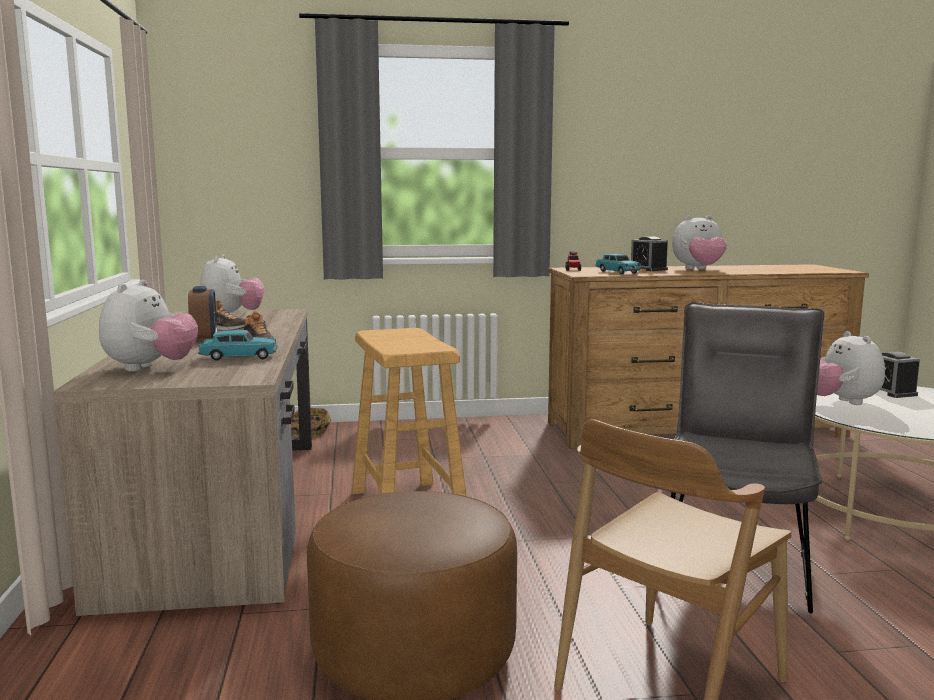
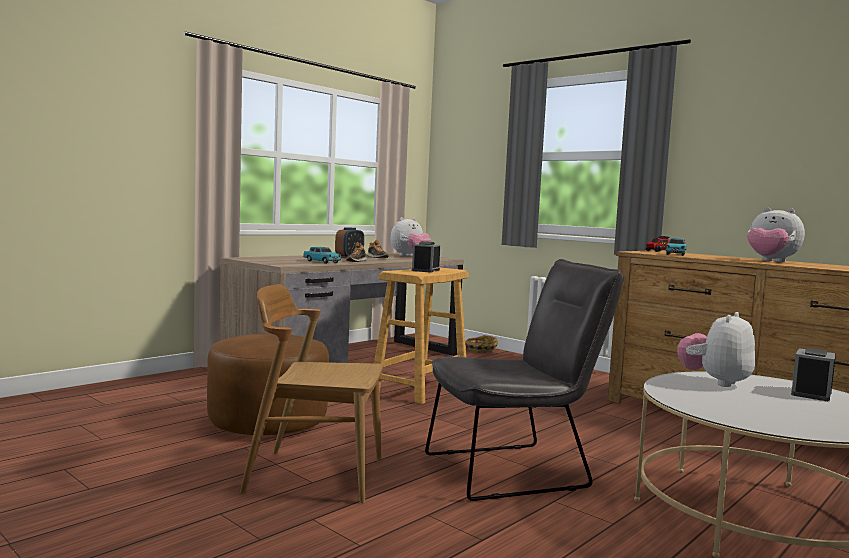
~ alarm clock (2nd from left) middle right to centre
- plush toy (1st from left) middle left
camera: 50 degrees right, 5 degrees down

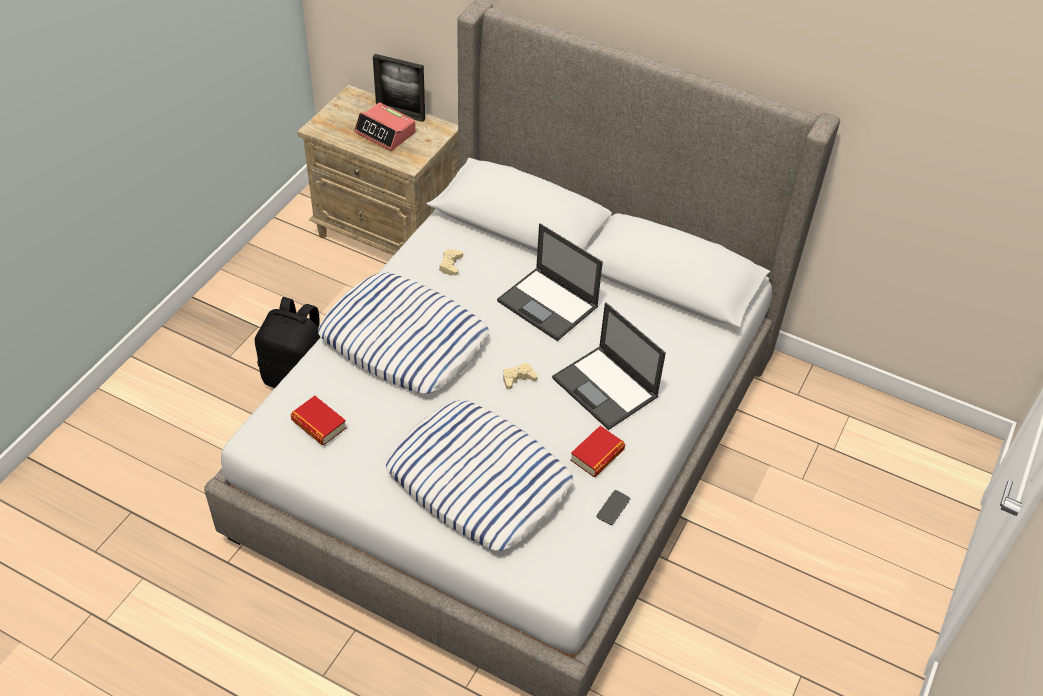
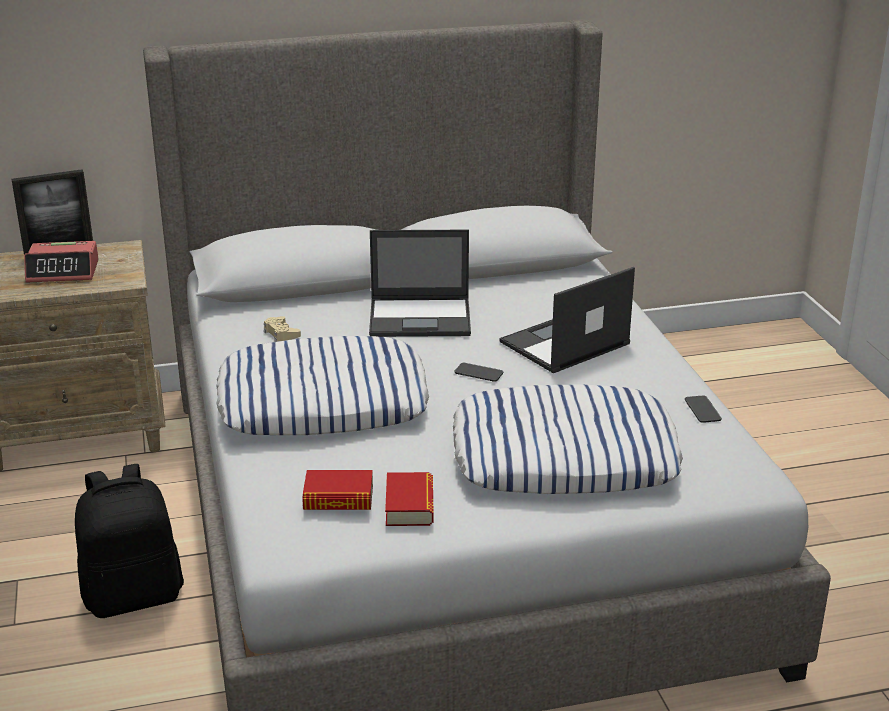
~ laptop (2nd from left) centre = centre 135 degrees clockwise
~ beige game controller (2nd from left) centre to phone (1st from left) centre
~ book (2nd from left) centre to bottom centre
camera: 40 degrees left, 20 degrees down

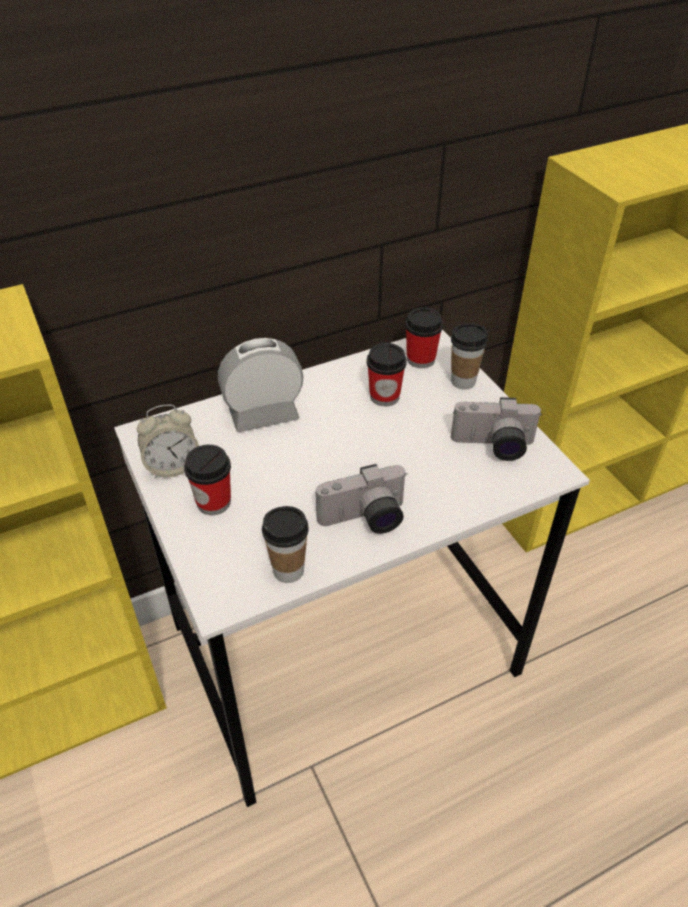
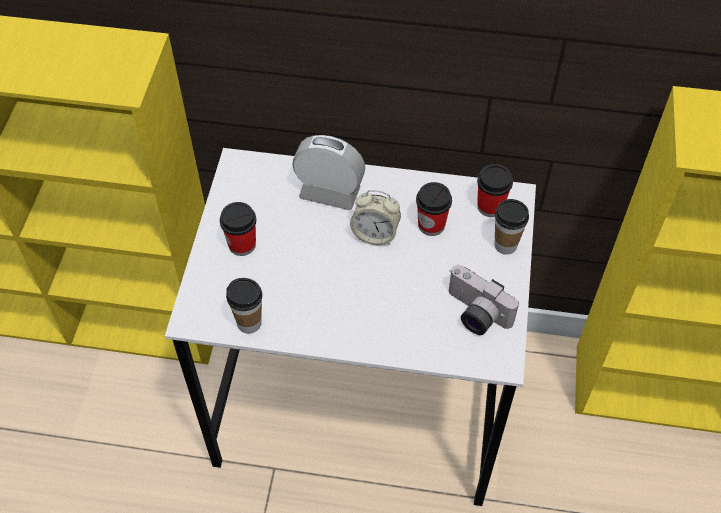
~ alarm clock (1st from left in the first image) middle left to alarm clock (2nd from left) centre
- photo camera (1st from left) centre
camera: 35 degrees right, 10 degrees up

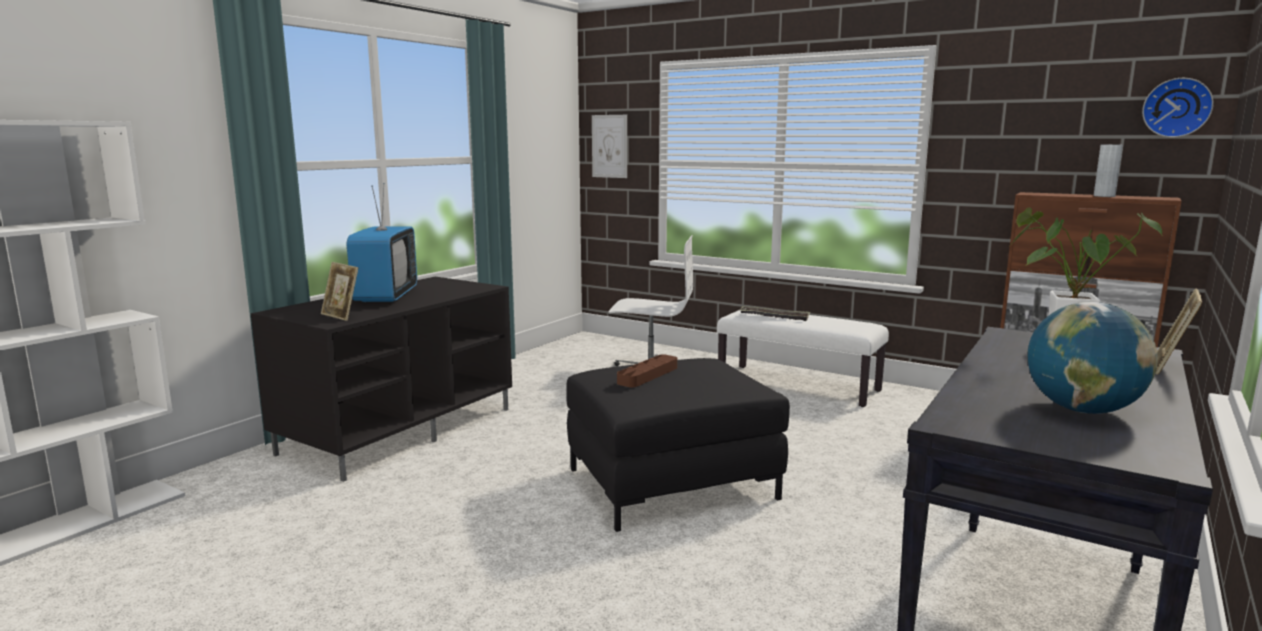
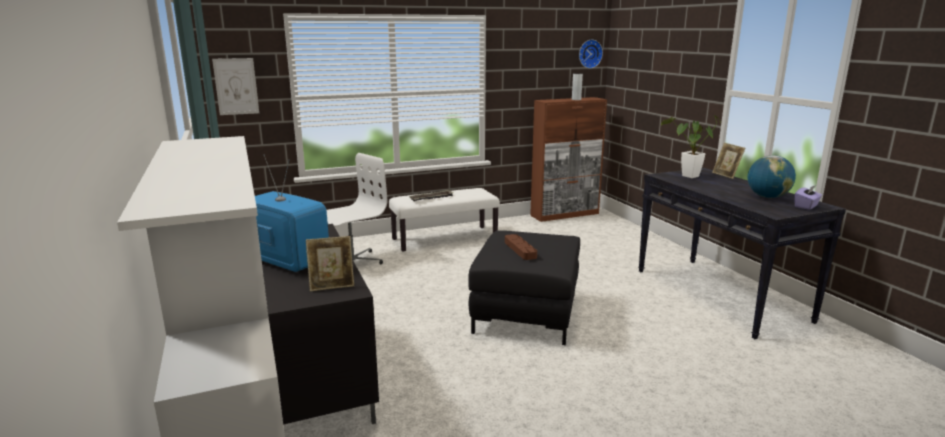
+ purple tissue box middle right
camera: 55 degrees left, 5 degrees up

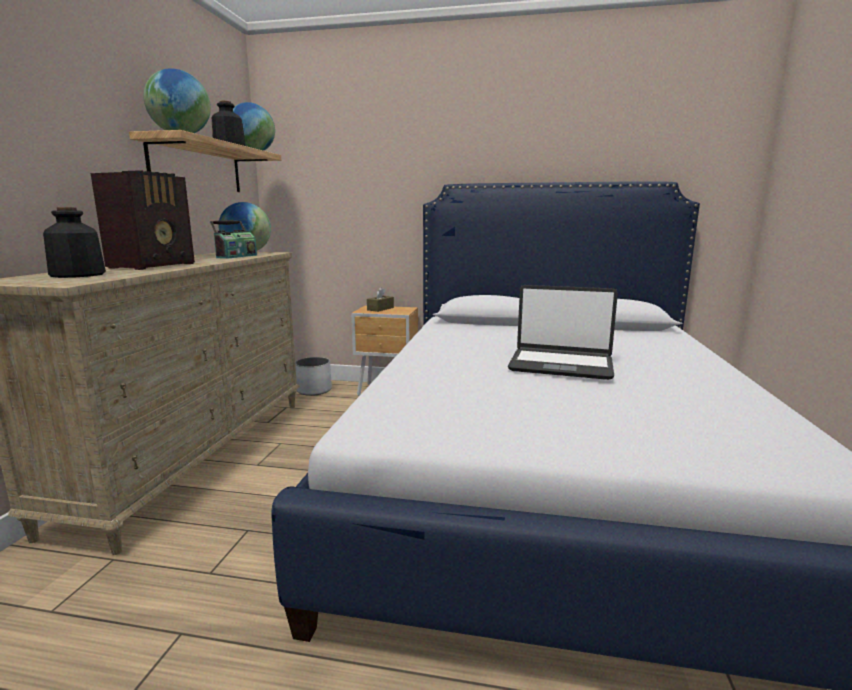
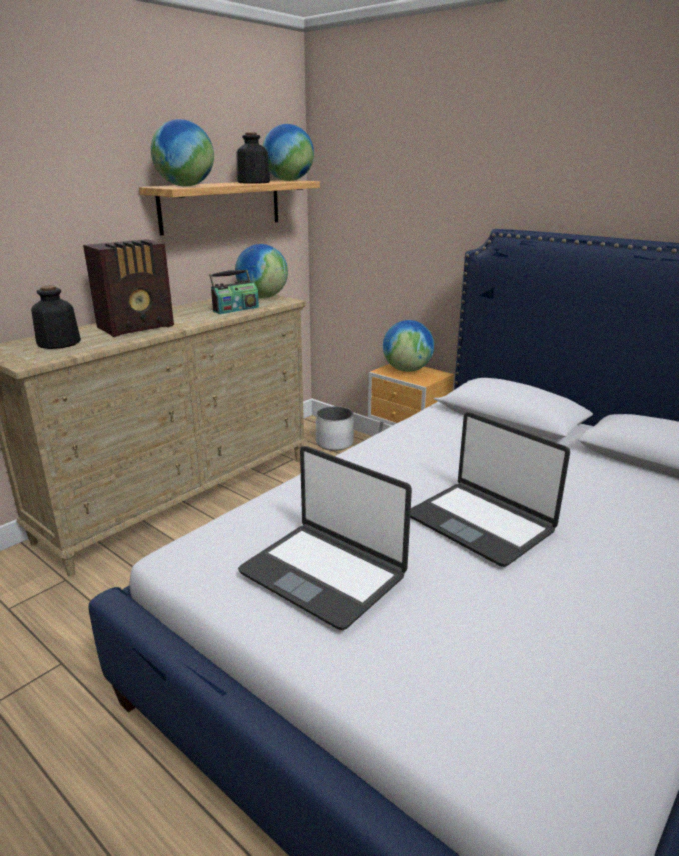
~ brown tissue box centre to globe (4th from left) centre
+ laptop (1st from left) centre
camera: 30 degrees right, 10 degrees up

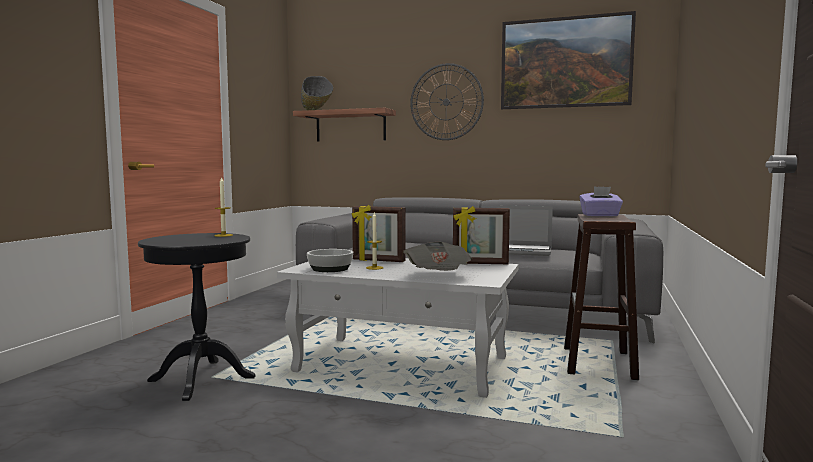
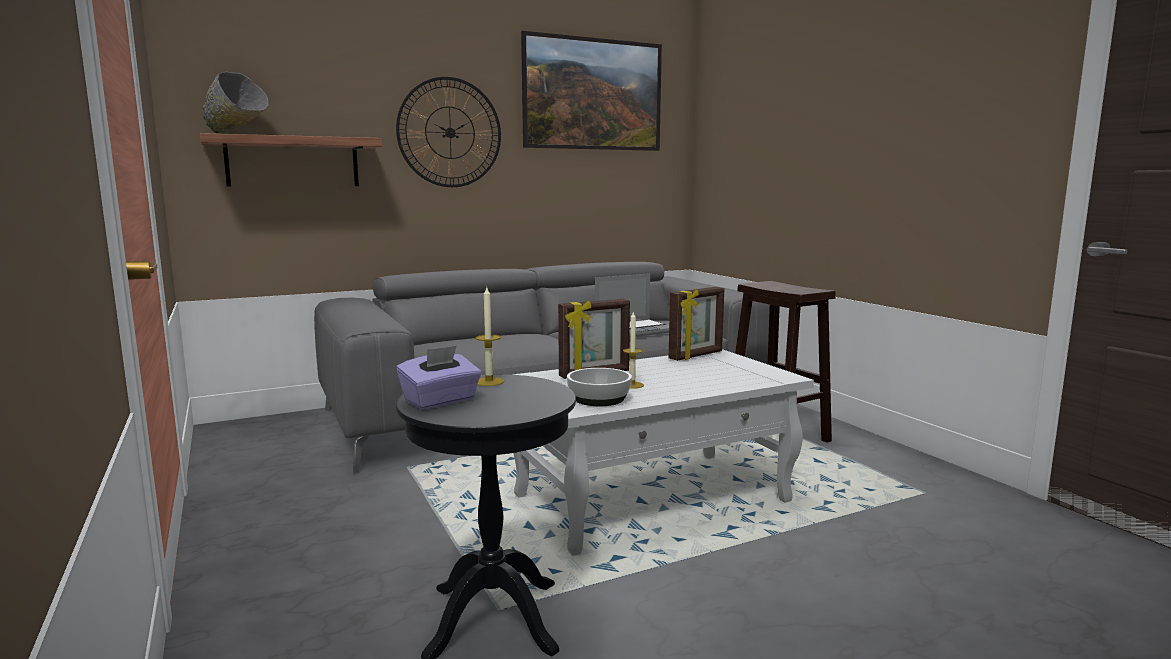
~ purple tissue box middle right to centre
- newspaper centre
camera: 45 degrees left, 5 degrees up

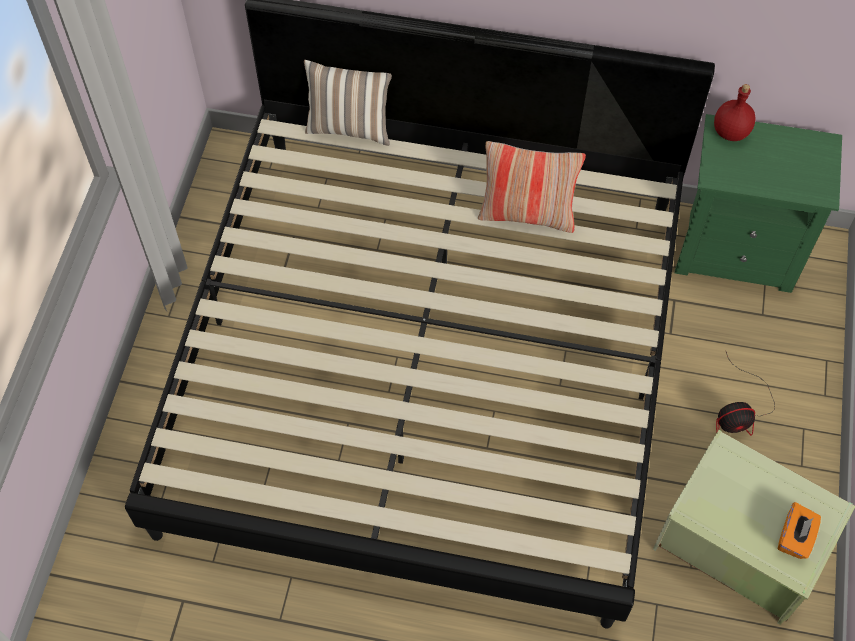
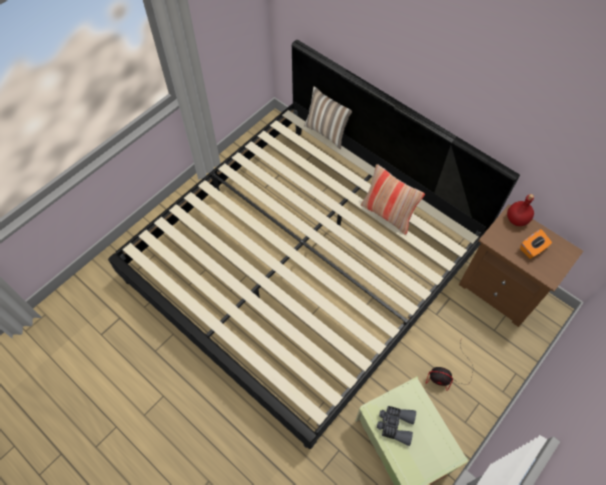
~ green nightstand top right to brown nightstand middle right
~ orange tissue box bottom right to middle right
+ grey binoculars bottom centre
camera: 30 degrees right, 0 degrees up

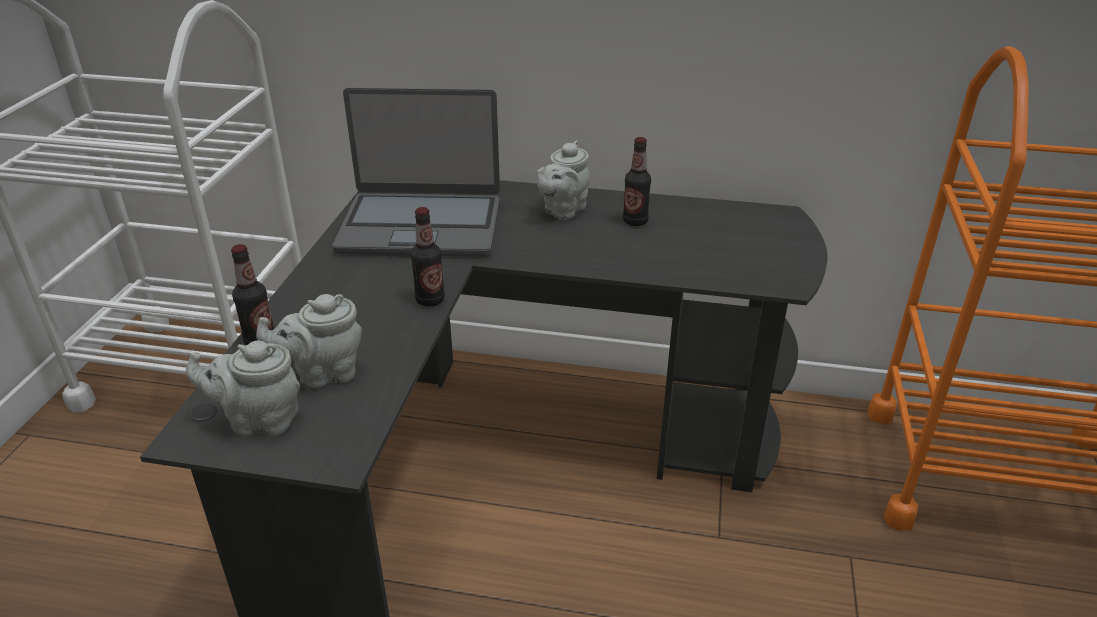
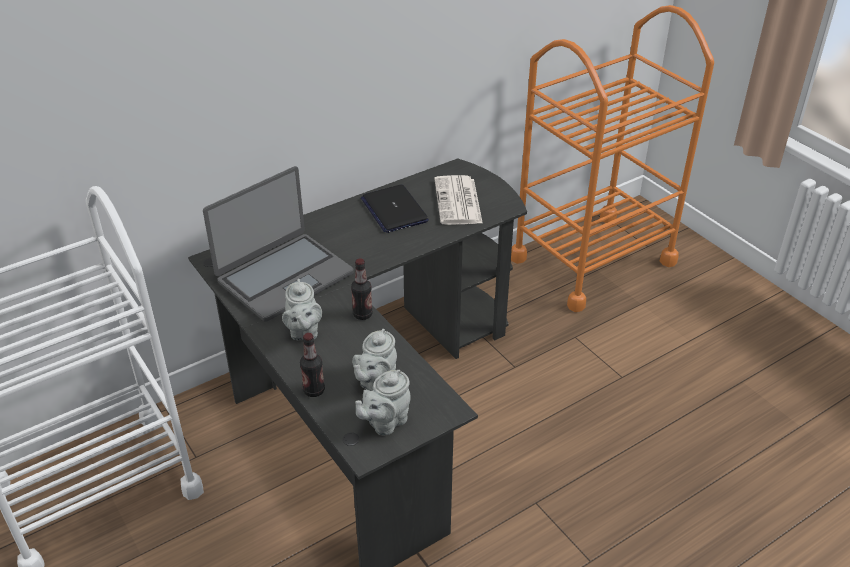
~ bottle (3rd from left) top centre to laptop (2nd from left) centre
~ grey teapot (3rd from left in the first image) top centre to grey teapot (1st from left) centre
+ newspaper centre
camera: 45 degrees left, 5 degrees up

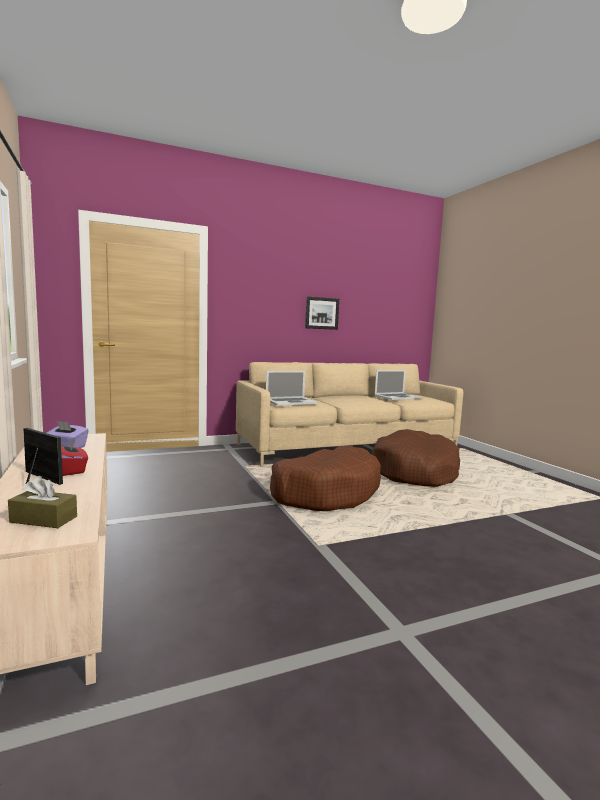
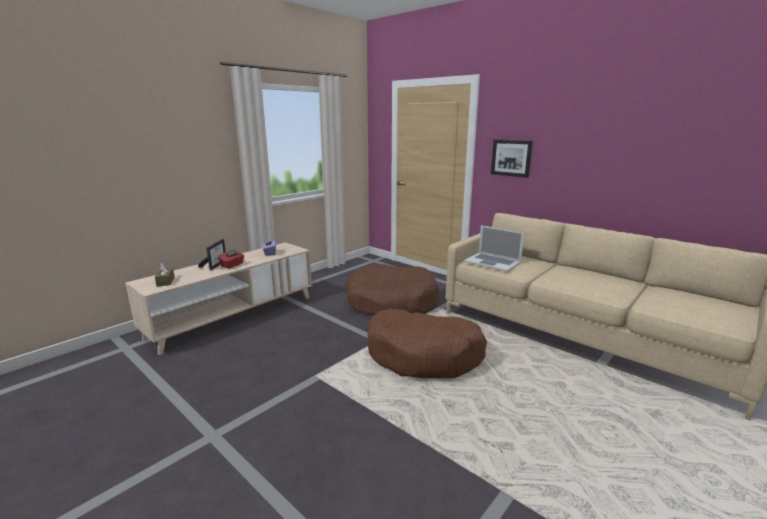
~ picture centre to top right
- laptop (2nd from left) centre
~ brown dog bed (2nd from left in the first image) middle right to brown dog bed (1st from left) centre
camera: 65 degrees right, 10 degrees up

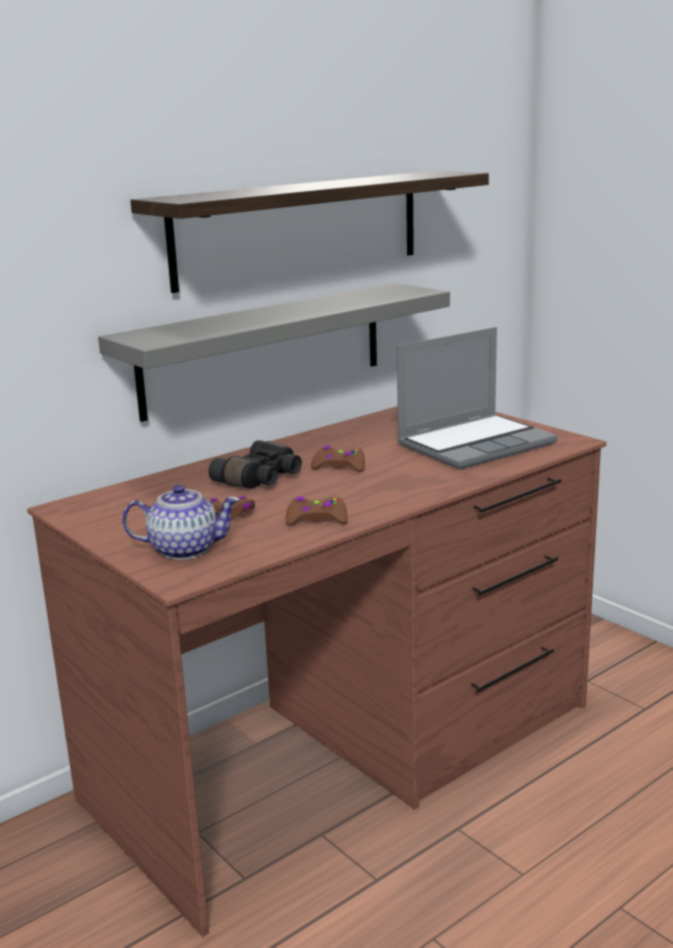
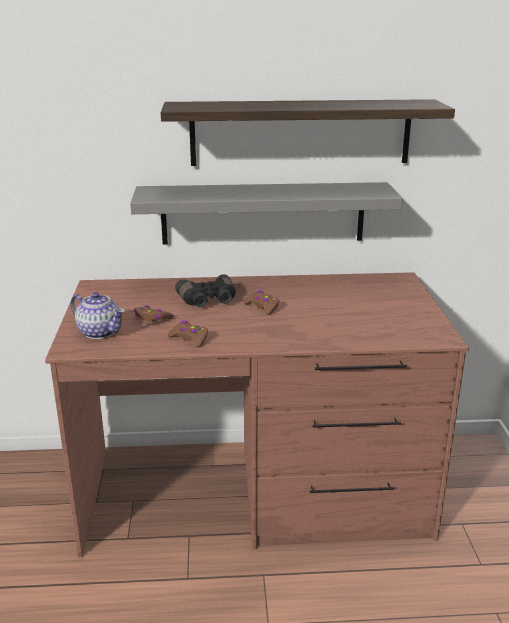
- laptop middle right
camera: 35 degrees right, 5 degrees up

